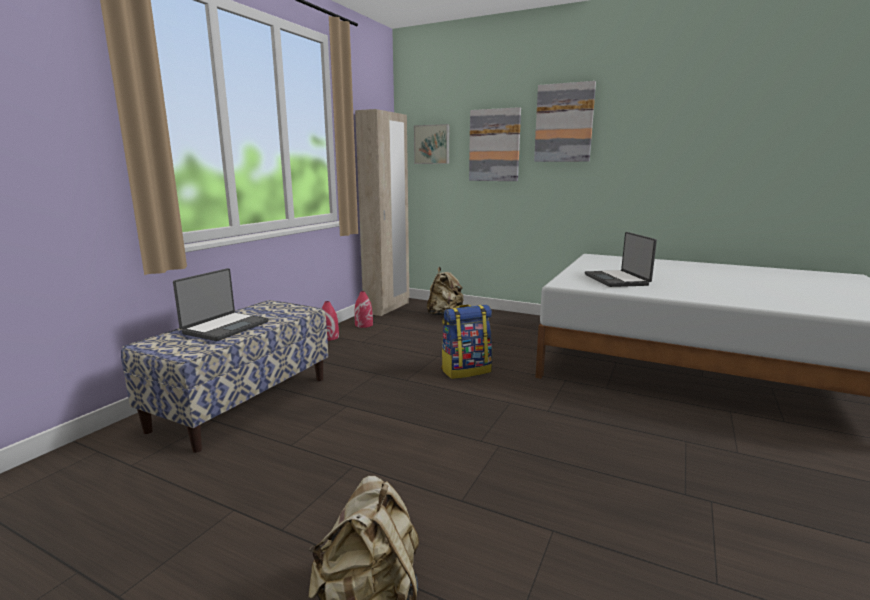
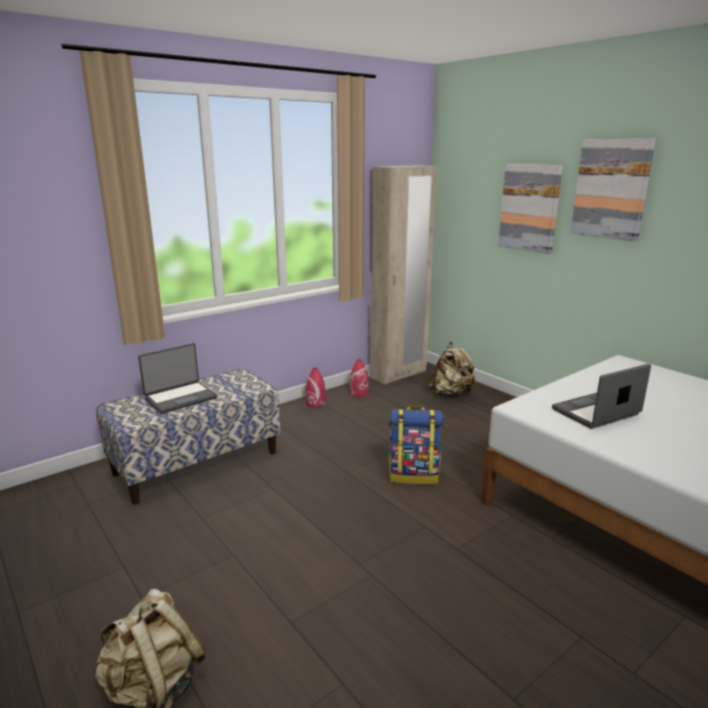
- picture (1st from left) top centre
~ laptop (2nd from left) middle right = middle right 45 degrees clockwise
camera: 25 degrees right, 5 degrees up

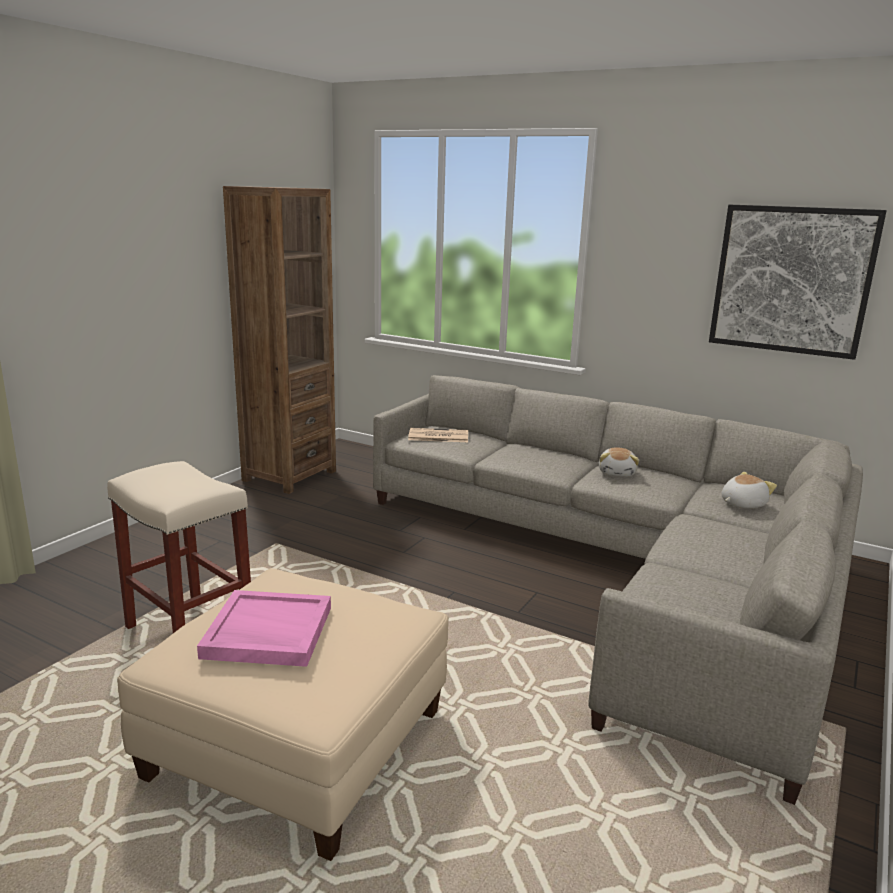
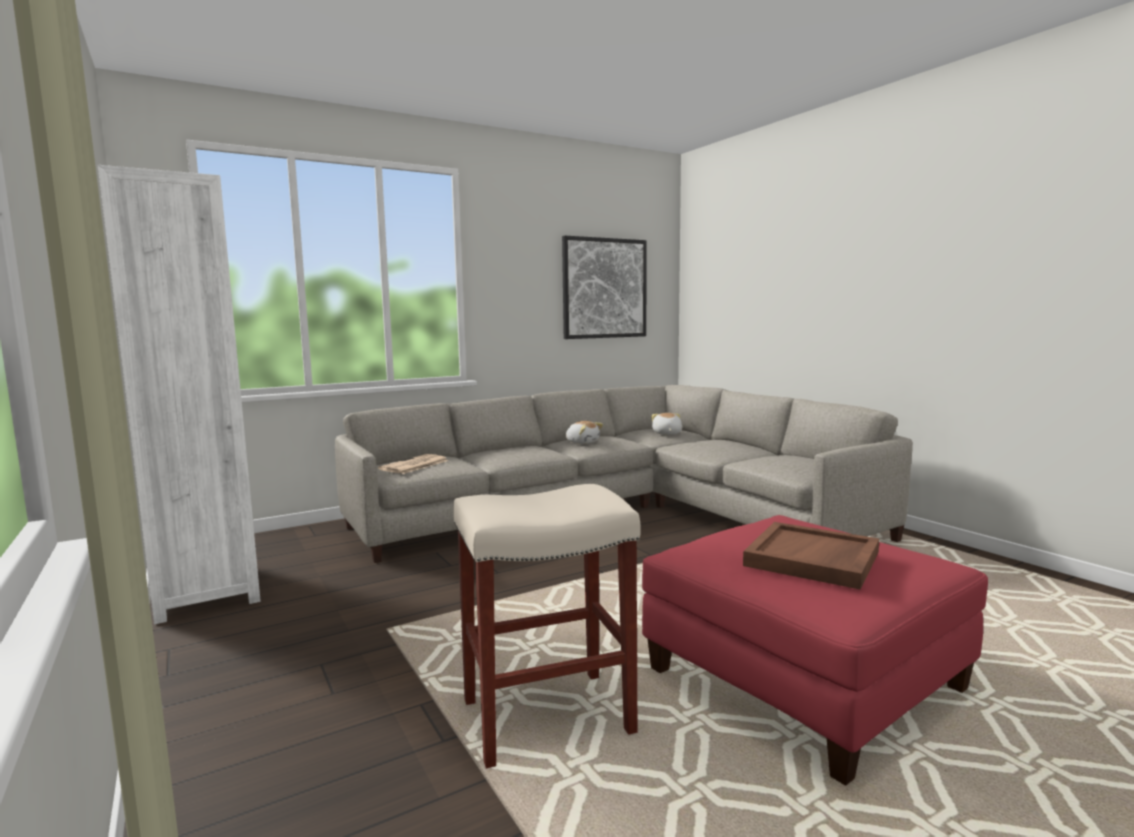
~ brown bookcase middle left to white bookcase middle left
~ beige ottoman bottom left to red ottoman bottom right
~ pink tray bottom left to brown tray middle right
camera: 60 degrees left, 10 degrees down

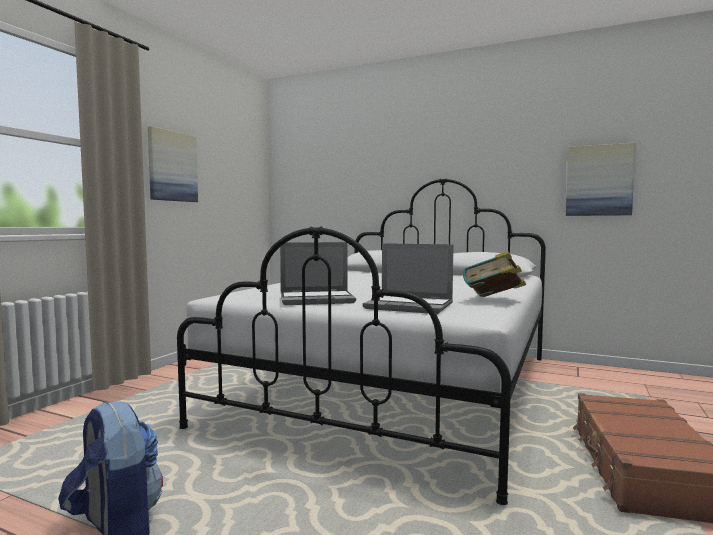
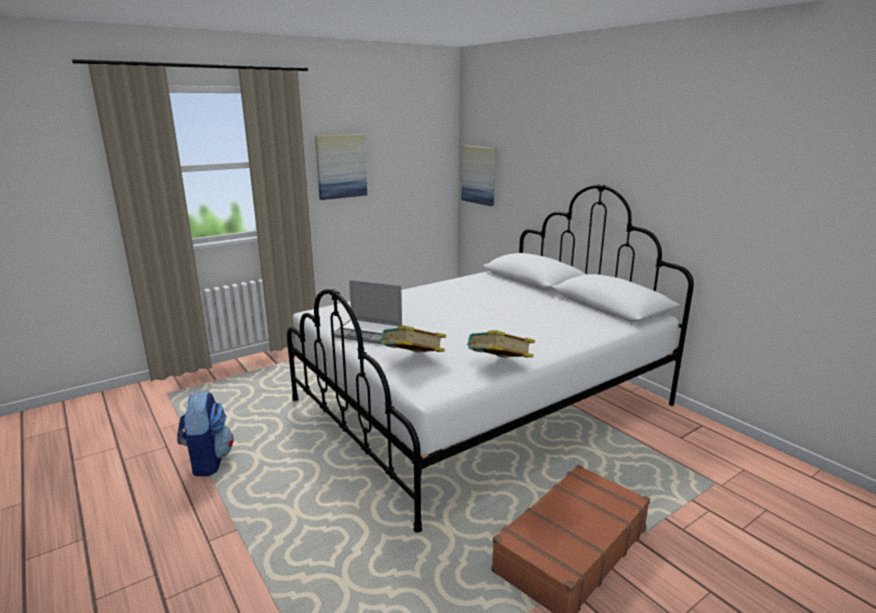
~ picture (2nd from left) middle right to top centre
~ laptop (2nd from left) centre to book (1st from left) centre
camera: 30 degrees right, 15 degrees up

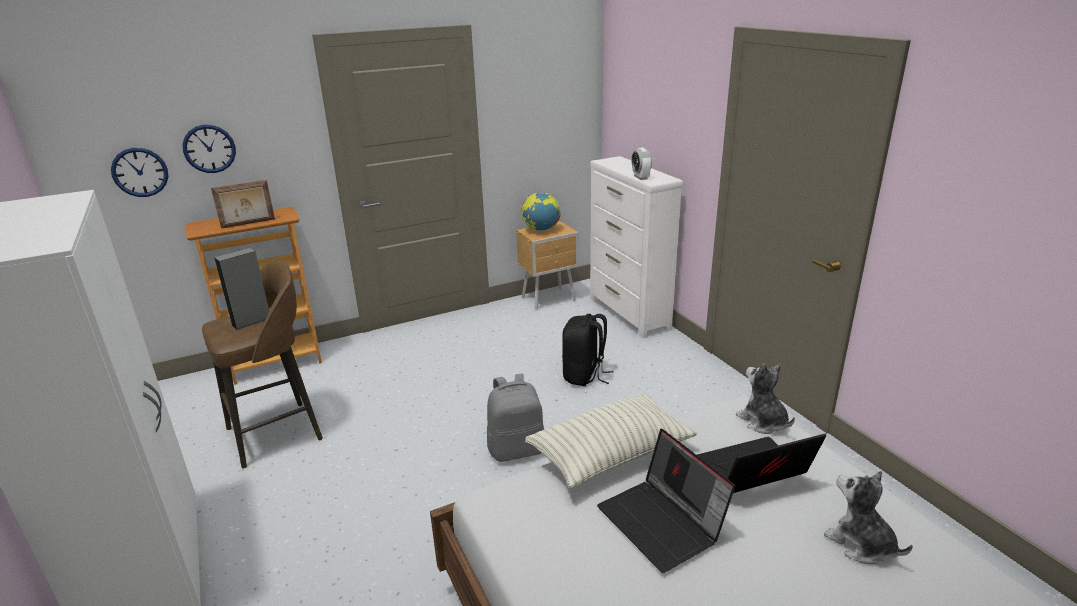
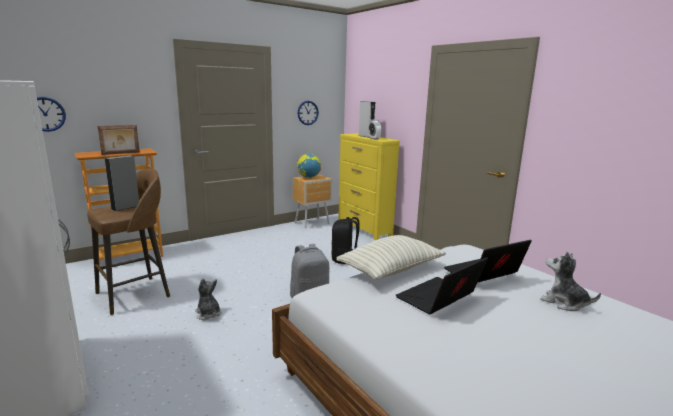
~ wall clock (2nd from left) top left to top centre
~ white dresser centre to yellow dresser centre
~ plush toy (1st from left) middle right to bottom left
~ laptop (1st from left) bottom centre = bottom centre 90 degrees clockwise
+ grey speaker (2nd from left) top centre
camera: 10 degrees left, 10 degrees down

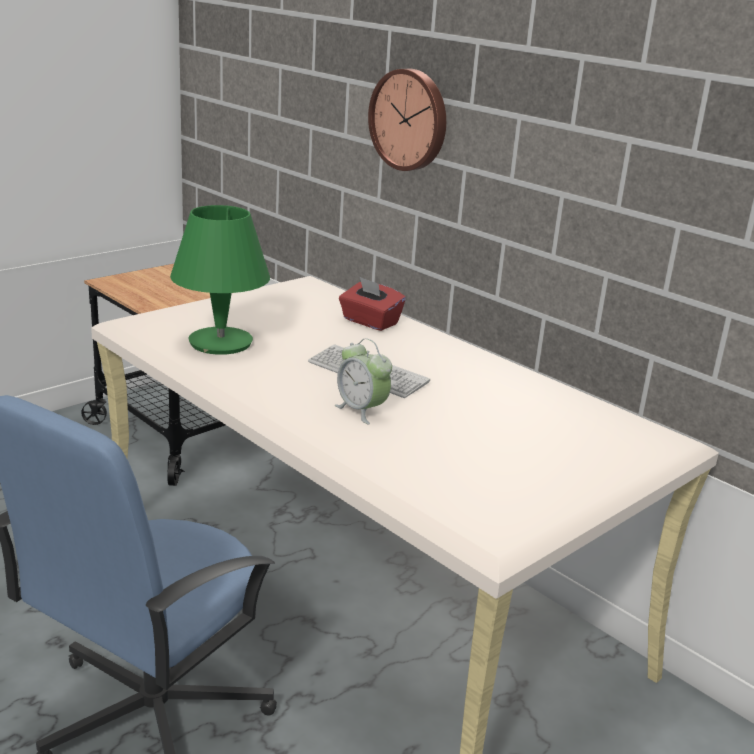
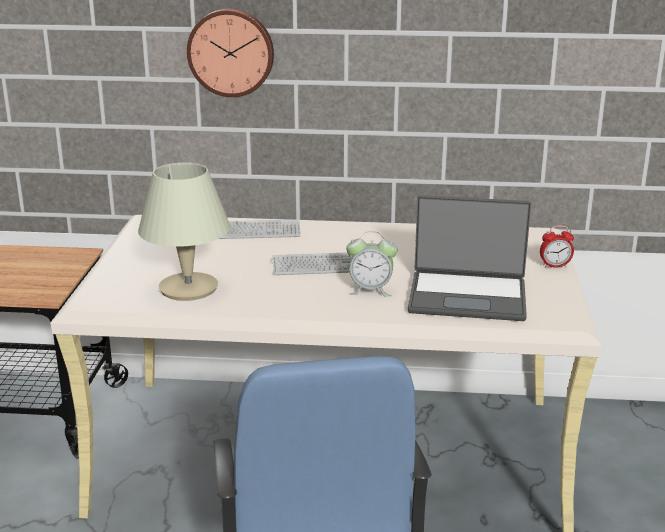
~ green table lamp middle left to beige table lamp middle left
~ red tissue box centre to keyboard (1st from left) centre
+ laptop middle right
+ alarm clock (2nd from left) middle right
camera: 40 degrees left, 0 degrees up

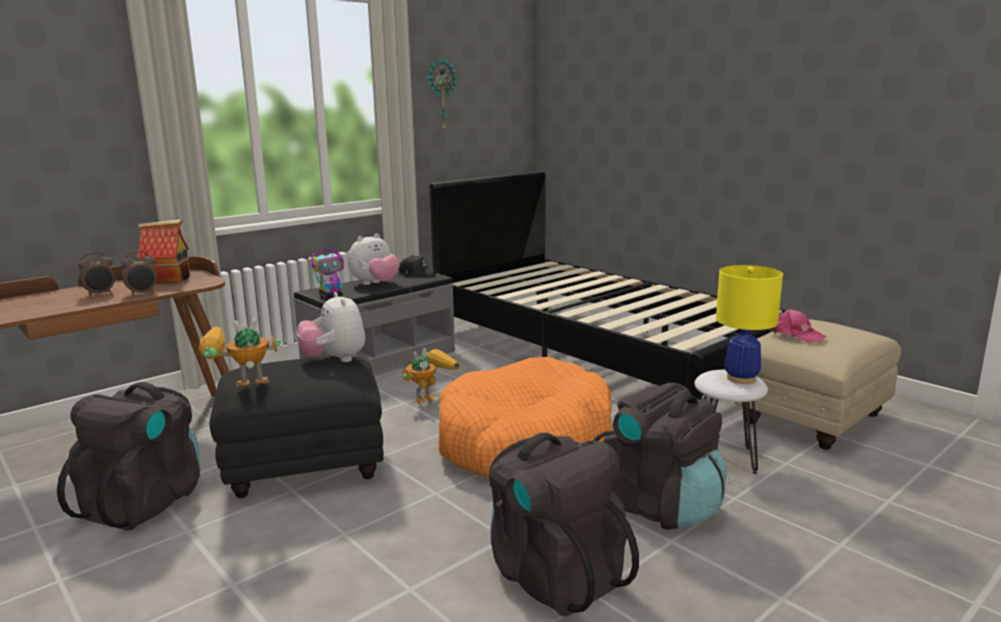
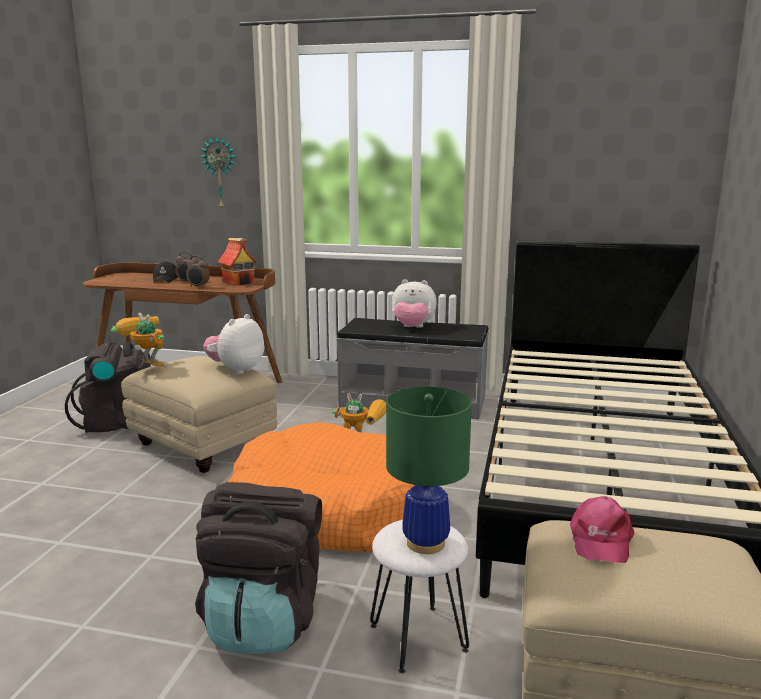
~ wall clock top centre to top left
- toy robot (2nd from left) middle left
~ black cap centre to middle left
~ yellow table lamp middle right to green table lamp bottom centre
~ black ottoman bottom left to beige ottoman (1st from left) middle left
- black backpack (2nd from left) bottom centre
camera: 55 degrees right, 0 degrees up

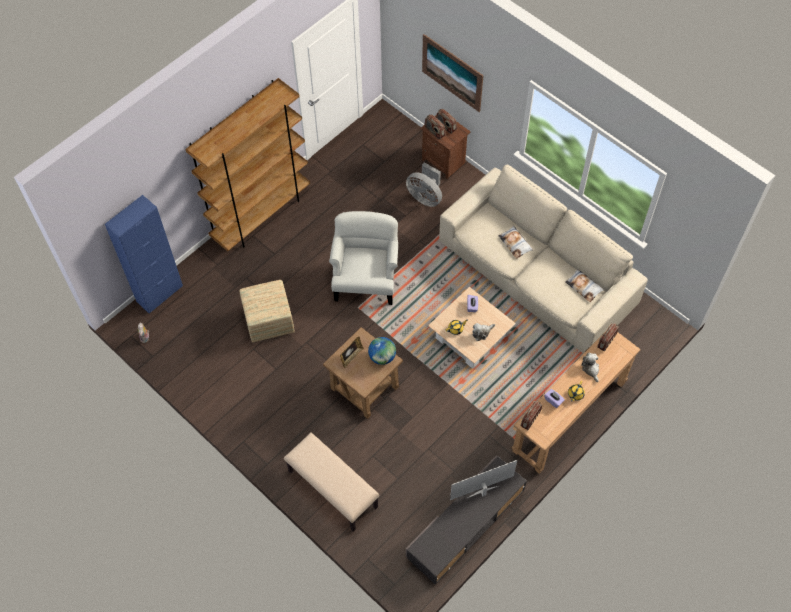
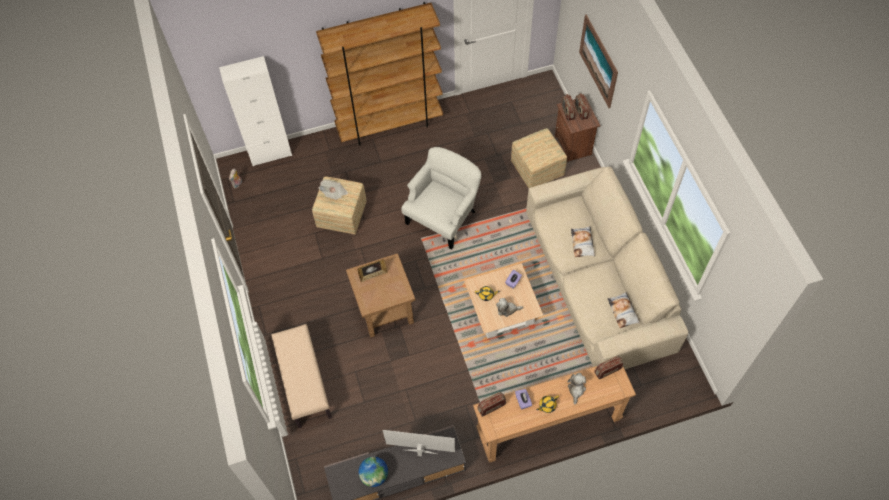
~ grey fan top centre to ottoman (2nd from left) top centre
~ blue cabinet middle left to white cabinet top left
~ globe centre to bottom centre
+ newspaper centre
camera: 30 degrees right, 0 degrees up

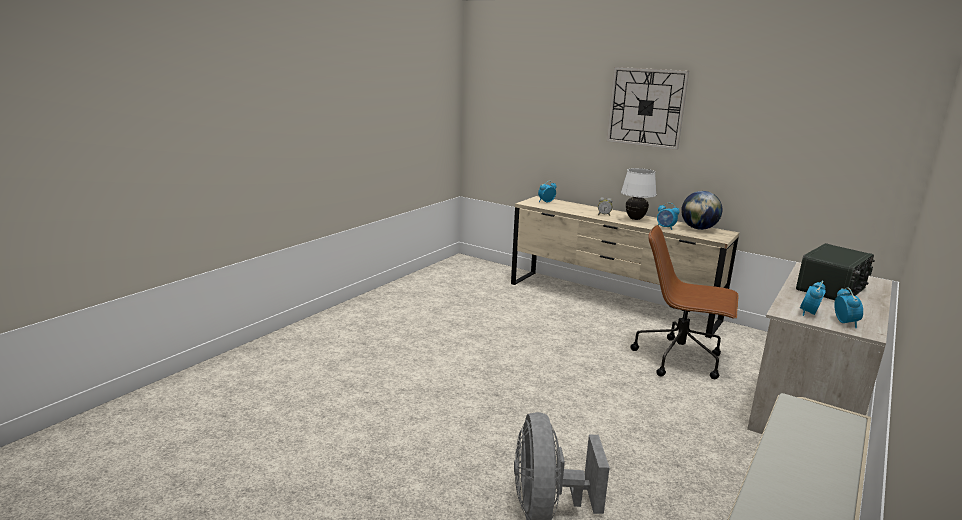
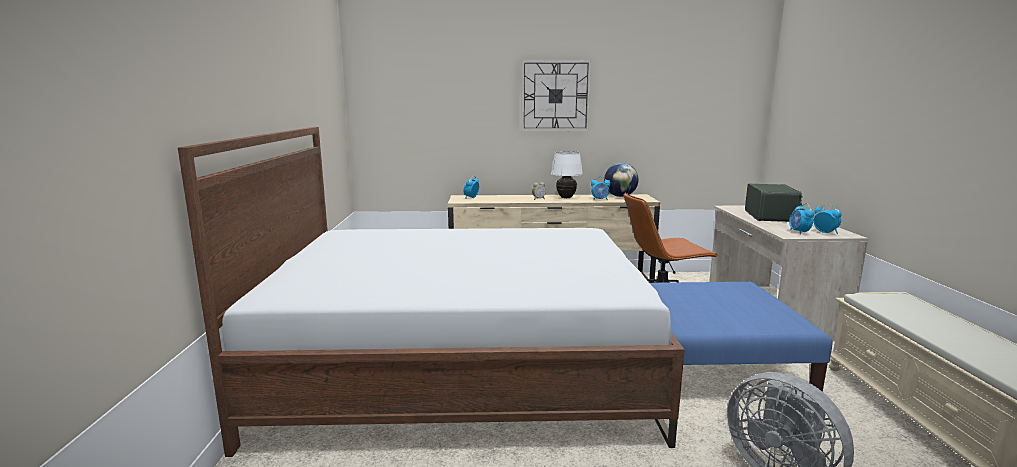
+ bed centre
+ blue ottoman bottom right
camera: 35 degrees left, 5 degrees down

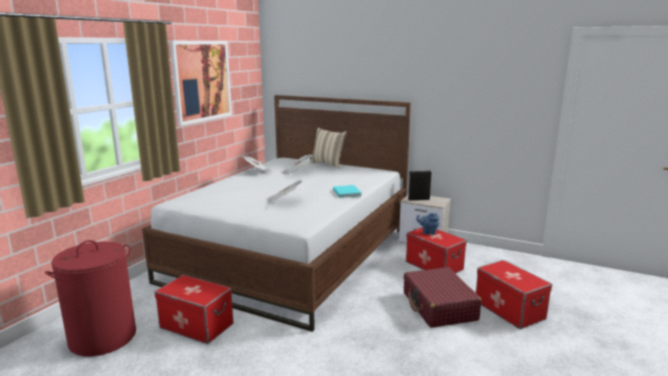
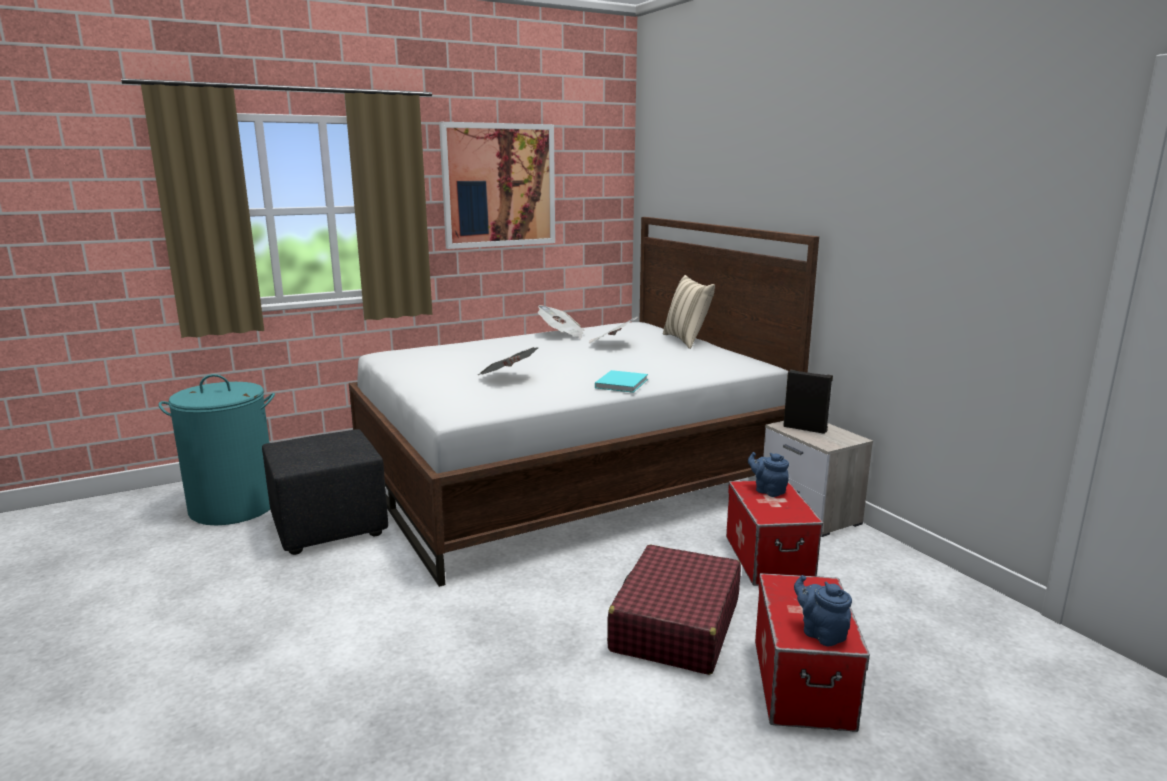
~ red laundry basket bottom left to turquoise laundry basket middle left
~ storage box (1st from left) bottom left to black ottoman middle left
+ blue teapot (2nd from left) bottom right
camera: 35 degrees right, 0 degrees up

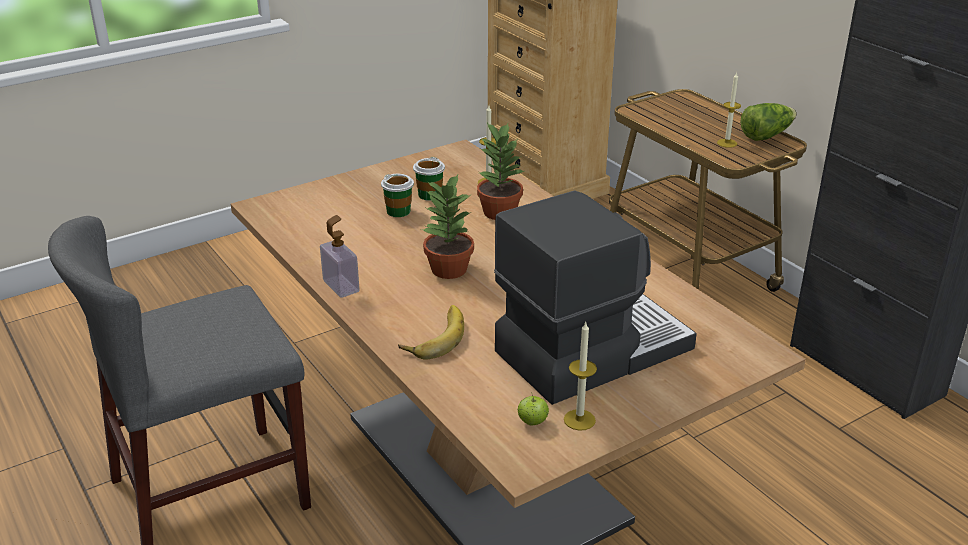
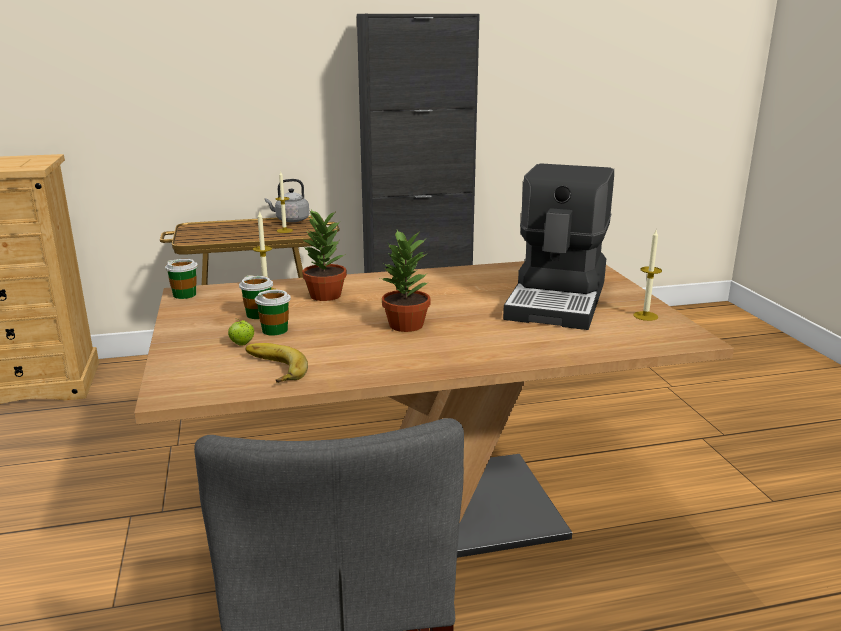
~ lettuce top right to grey kettle top centre
~ coffee machine centre = centre 150 degrees counterclockwise
- soap dispenser centre
~ banana centre to middle left
~ apple bottom centre to middle left
+ cup (1st from left) middle left
camera: 70 degrees left, 10 degrees down

